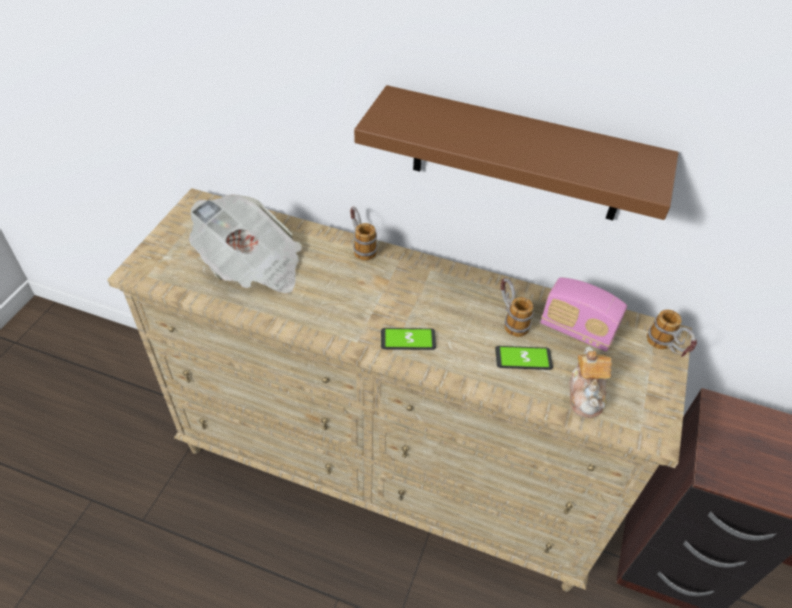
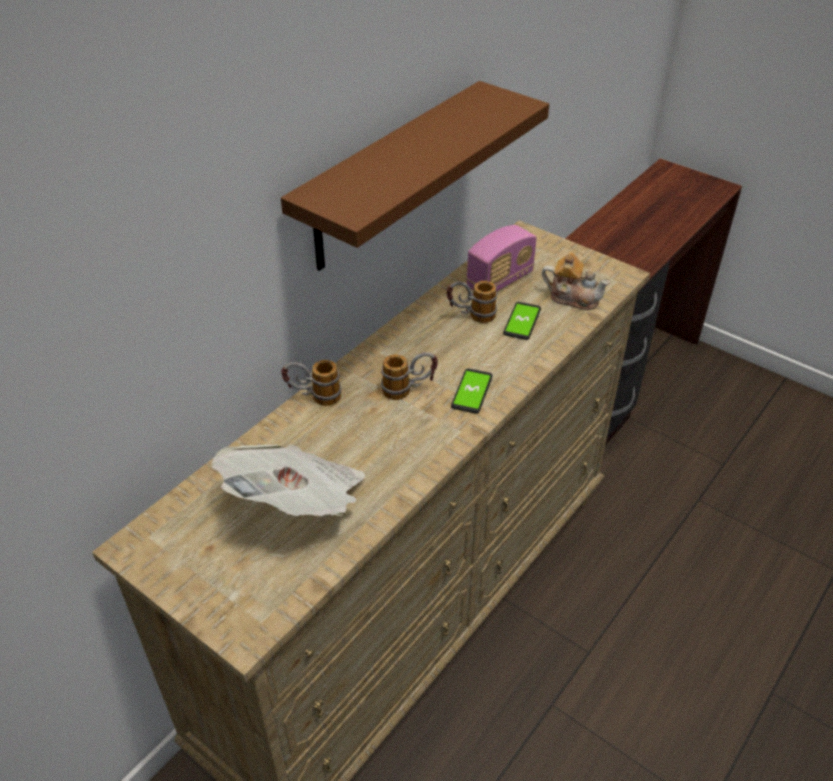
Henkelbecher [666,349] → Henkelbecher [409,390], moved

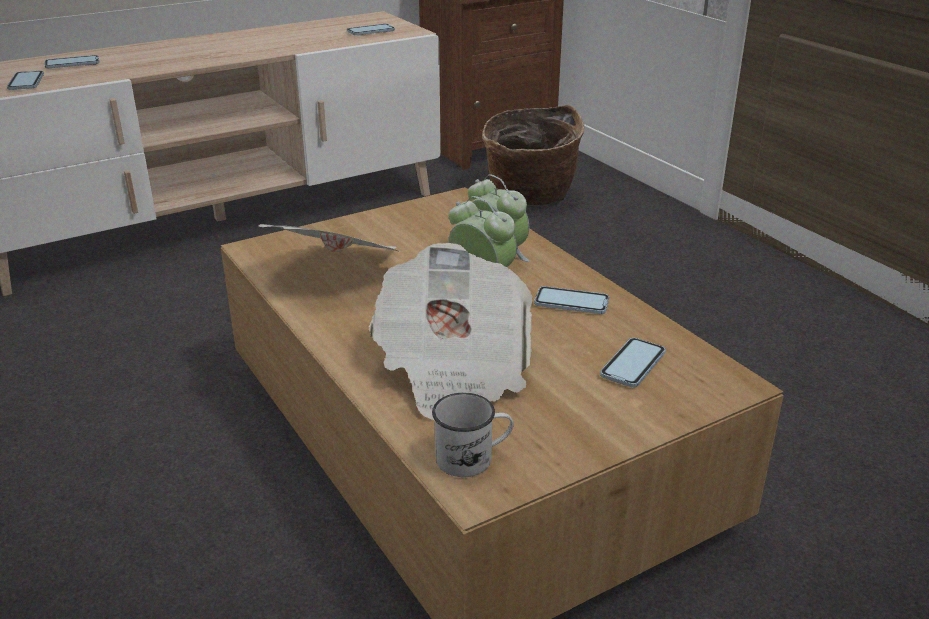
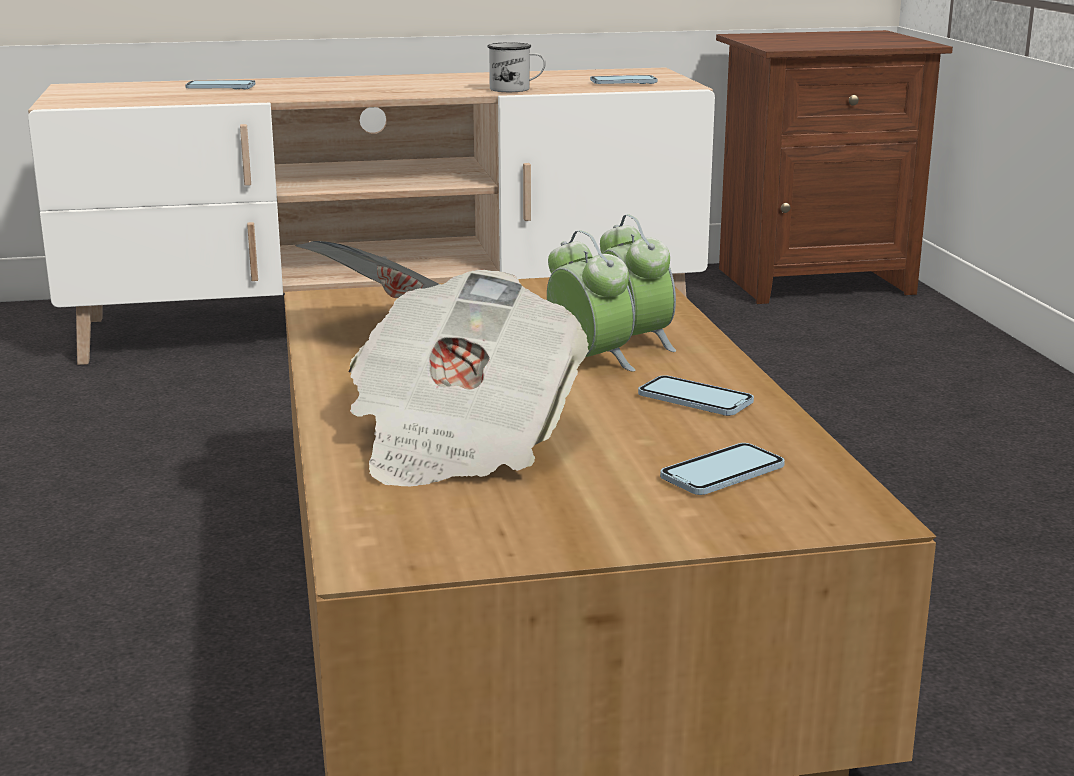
Handy [26,82] → -
Henkelbecher (weiß) [473,458] → Henkelbecher (weiß) [516,89], moved
Korb [529,197] → -

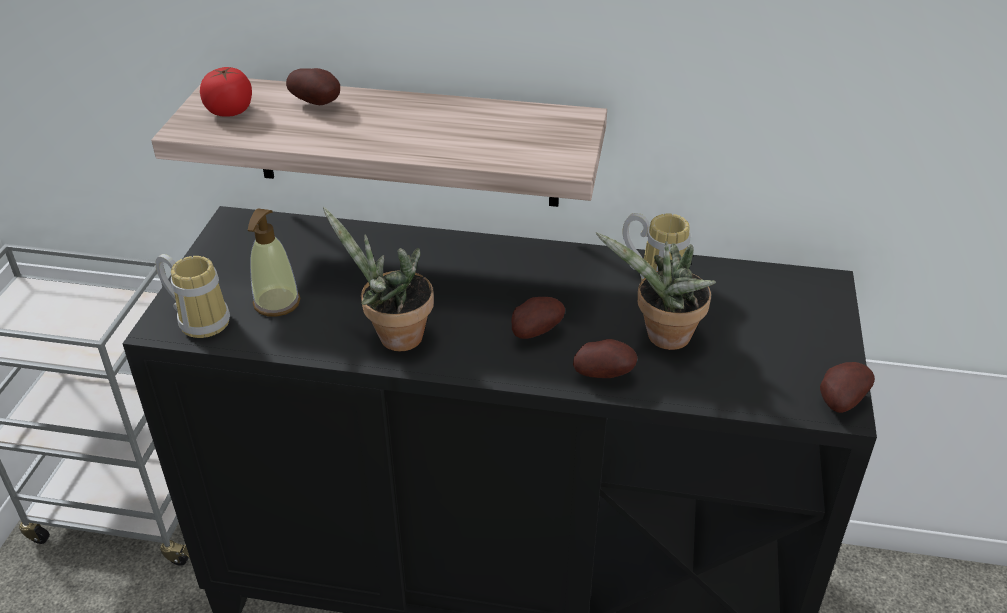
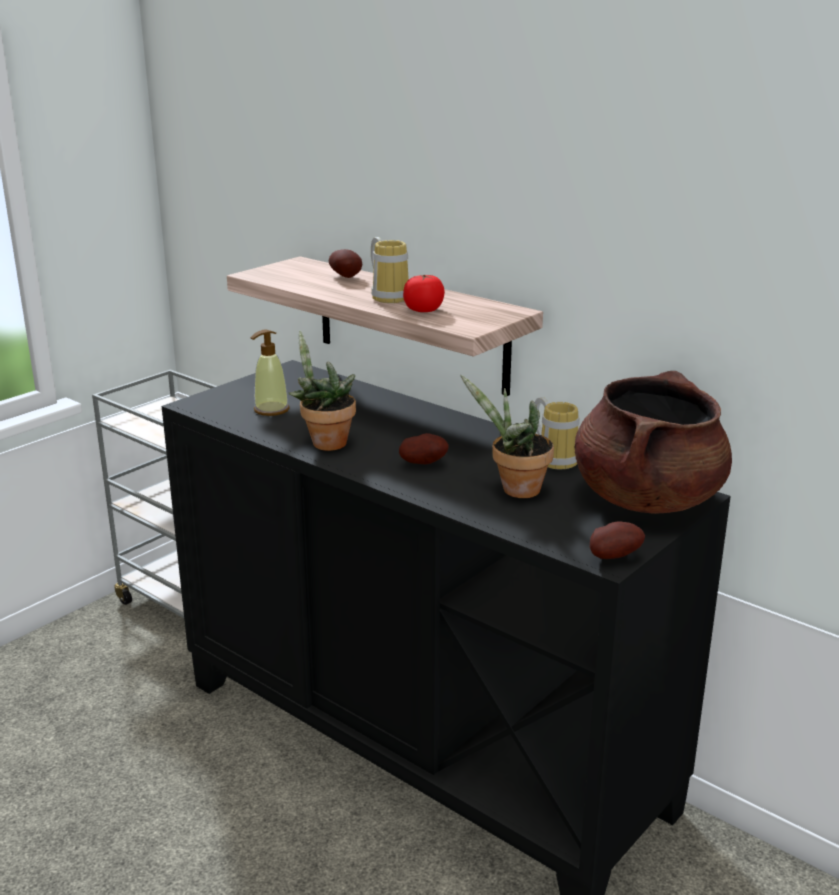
Henkelbecher [201,319] → Henkelbecher [389,296], moved
Tomate [230,111] → Tomate [424,310], moved
Kartoffel [604,373] → -
- → Kochtopf (braun) [647,499]

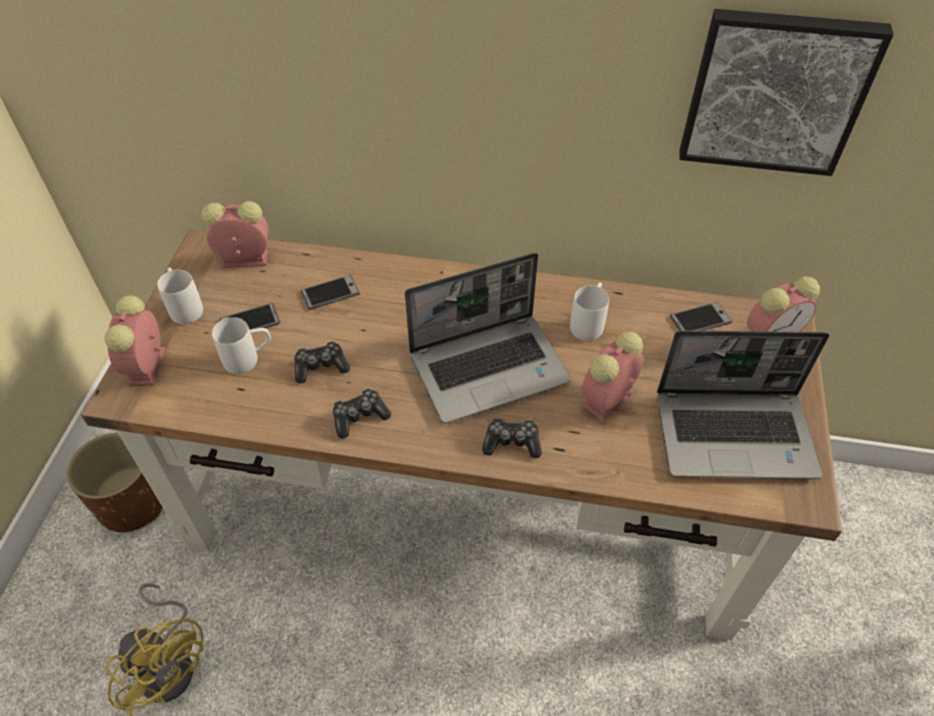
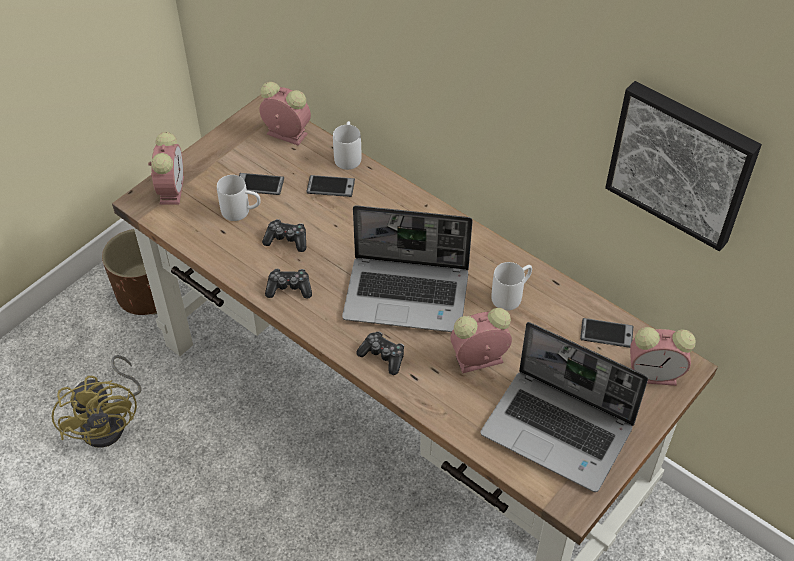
Wecker [147,368] → Wecker [171,189], 150 degrees clockwise
Henkelbecher (weiß) [184,307] → Henkelbecher (weiß) [348,155], moved

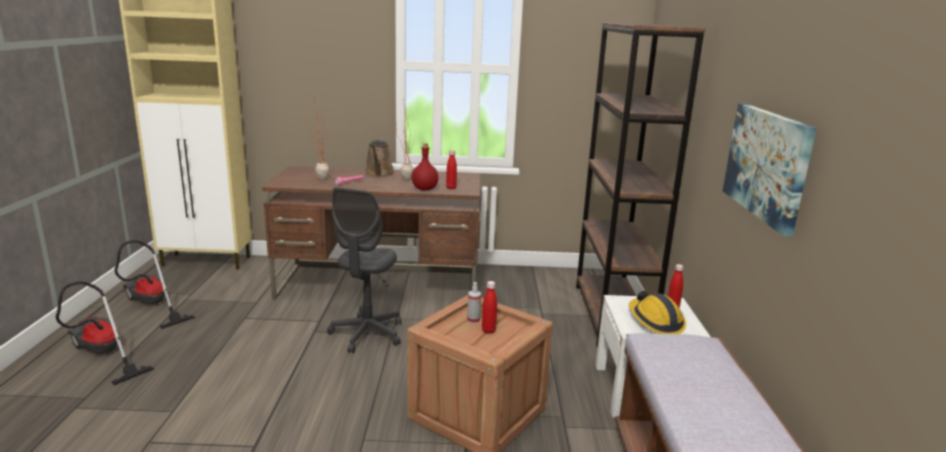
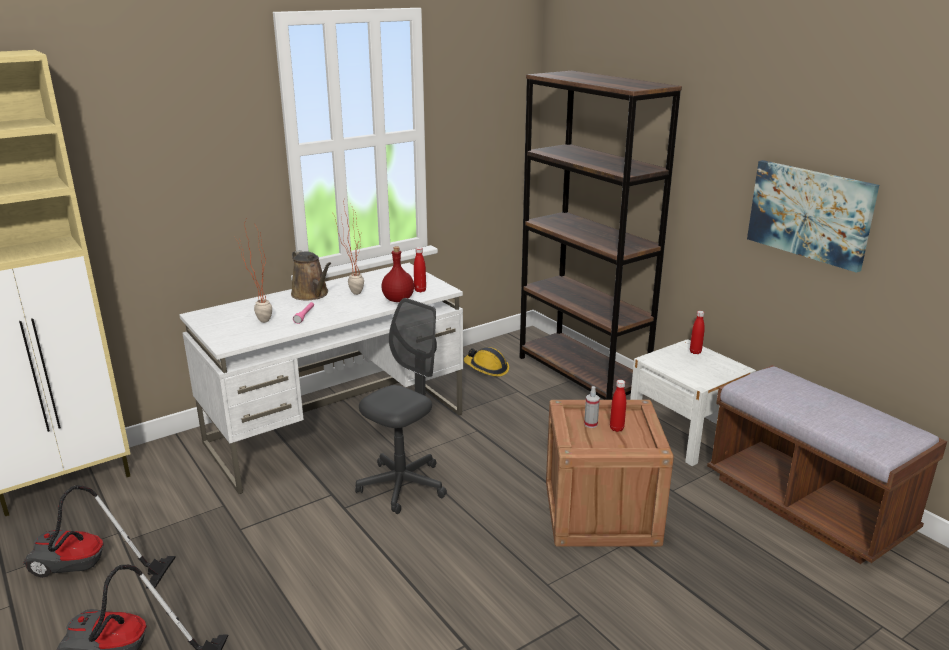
Schreibtisch (braun) [380,286] → Schreibtisch (weiß) [337,428]
Bürostuhl (grau) [367,334] → Bürostuhl (grau) [402,486], 120 degrees counterclockwise
Schutzhelm [655,321] → Schutzhelm [486,368], moved

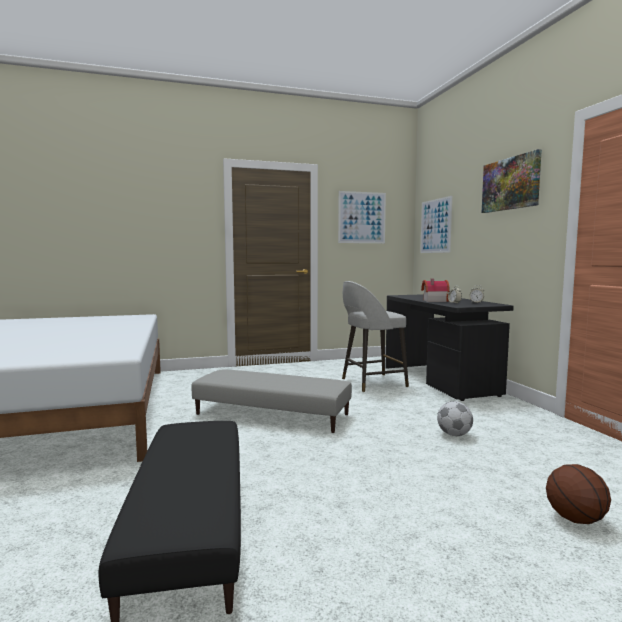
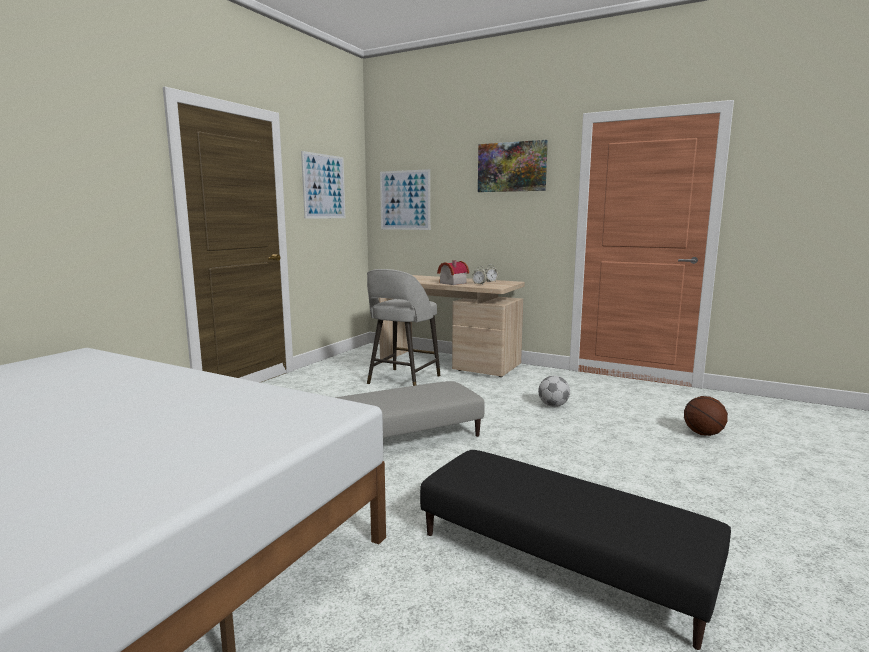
Schreibtisch (schwarz) [440,380] → Schreibtisch (beige) [450,363]

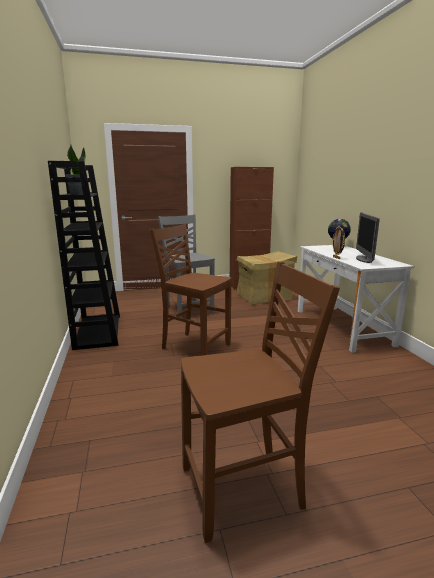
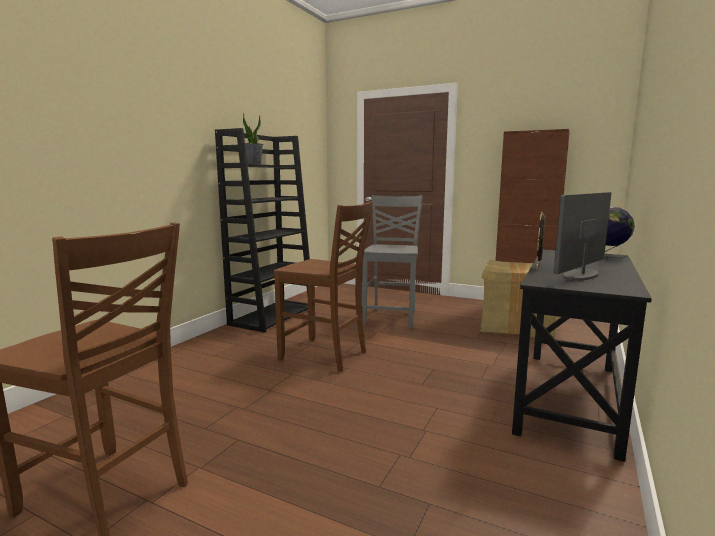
Stuhl (braun) [194,346] → Stuhl (braun) [325,355], 135 degrees clockwise
Schreibtisch (weiß) [342,327] → Schreibtisch (schwarz) [570,398]

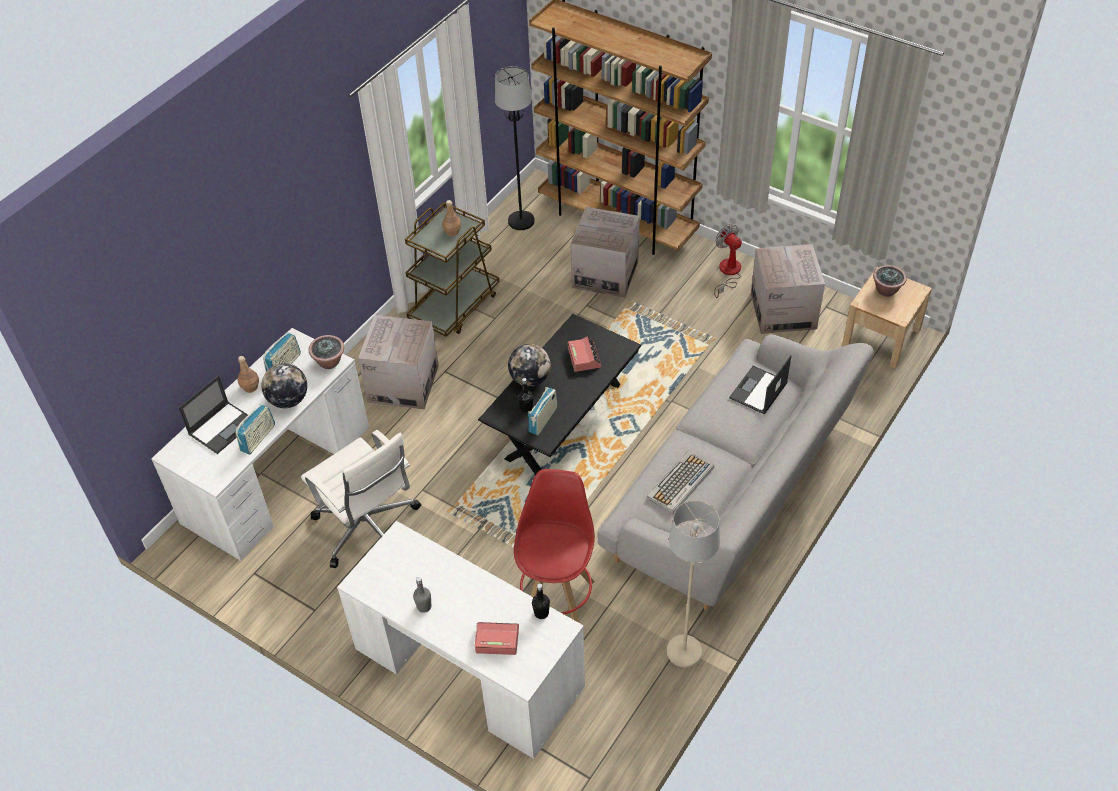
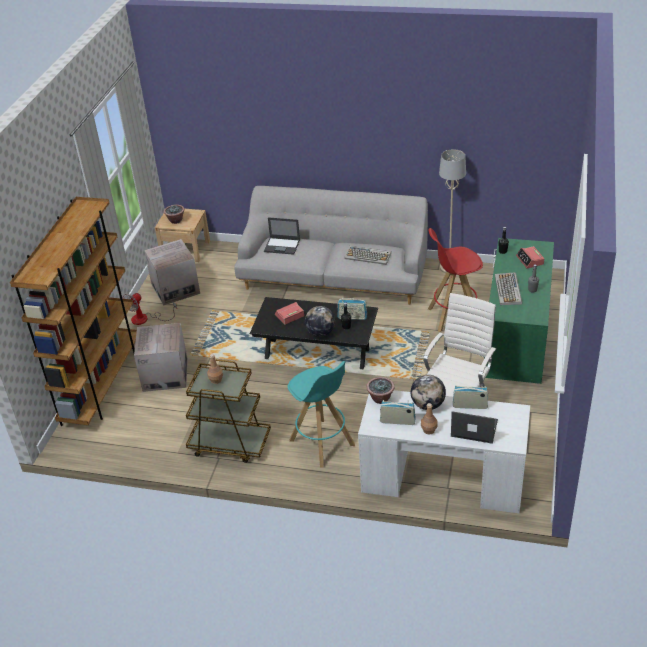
Schreibtisch (weiß) [468,666] → Schreibtisch (grün) [516,336]
Karton [403,384] → Hocker (türkis) [322,443]
Stehlampe (schwarz) [521,221] → -
- → Tastatur [508,290]

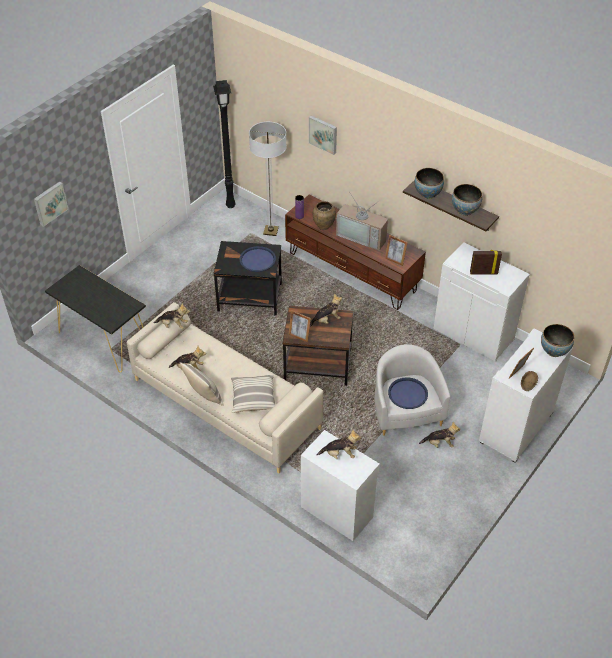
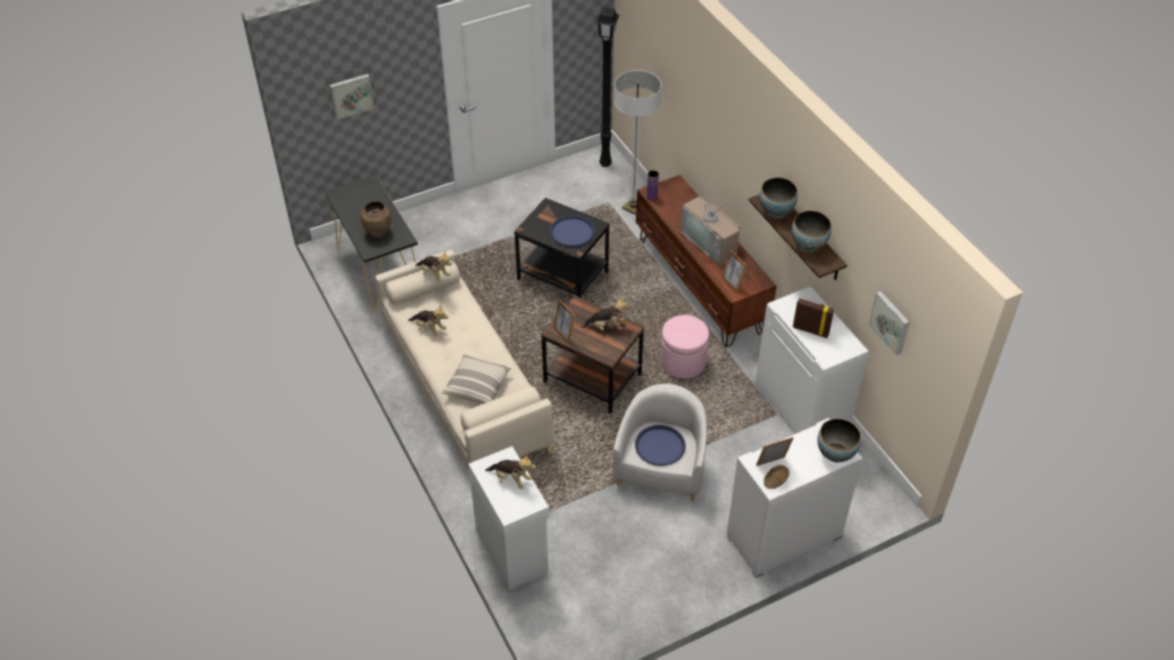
Kissen [204,396] → -
Bild [323,134] → Bild [890,322], moved
Vase (braun) [323,226] → Vase (braun) [378,233], moved
Plüschtier [439,443] → -
- → Polsterhocker (rosa) [683,362]

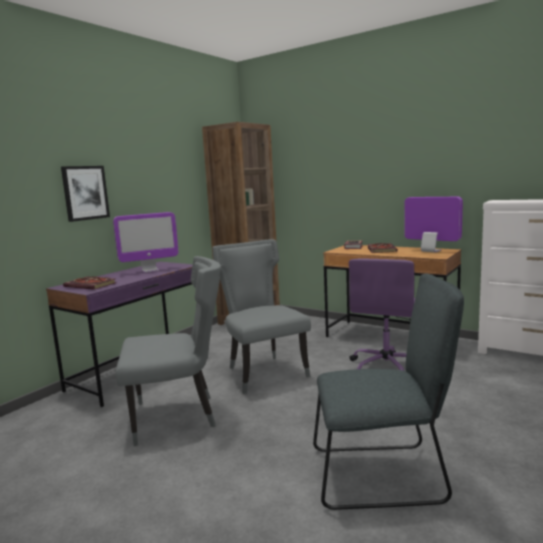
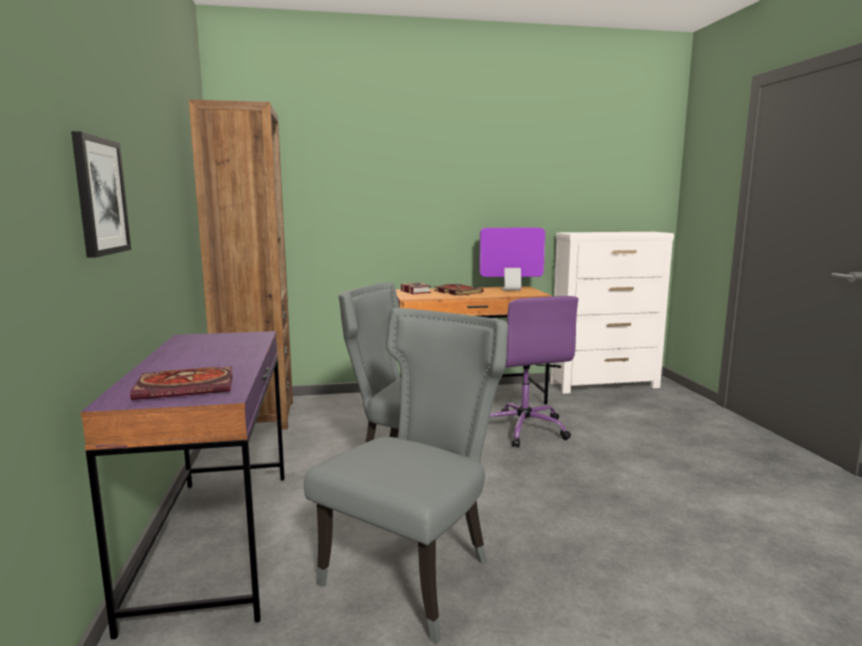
Monitor [150,270] → -
Stuhl (grau) [383,475] → -

